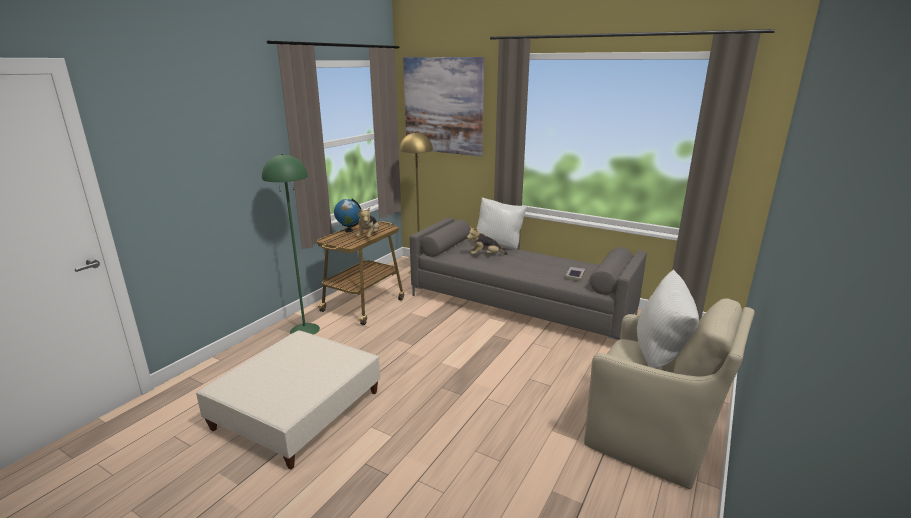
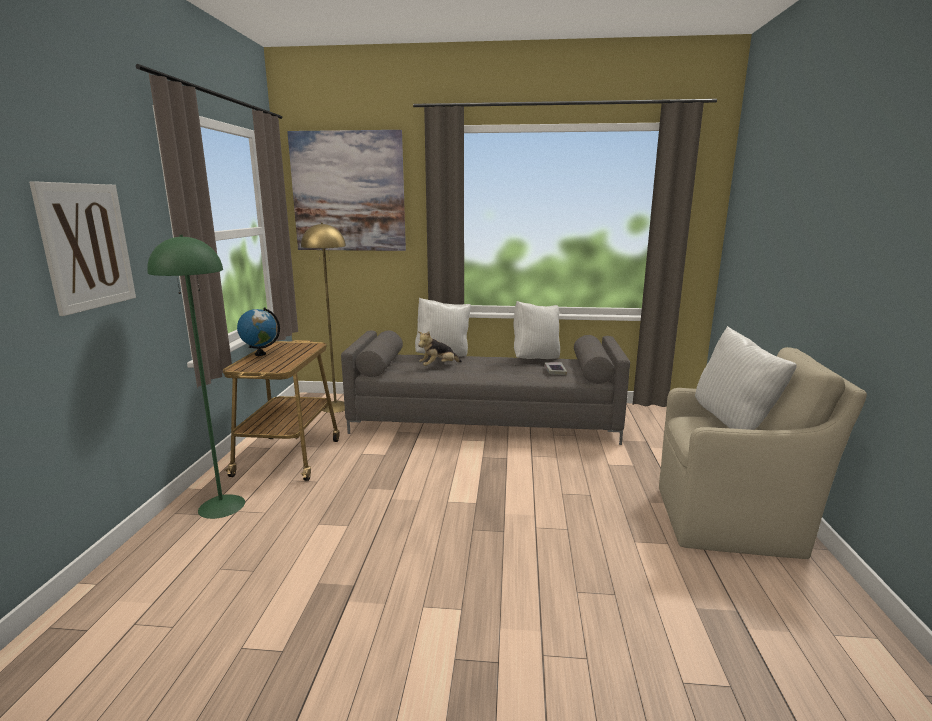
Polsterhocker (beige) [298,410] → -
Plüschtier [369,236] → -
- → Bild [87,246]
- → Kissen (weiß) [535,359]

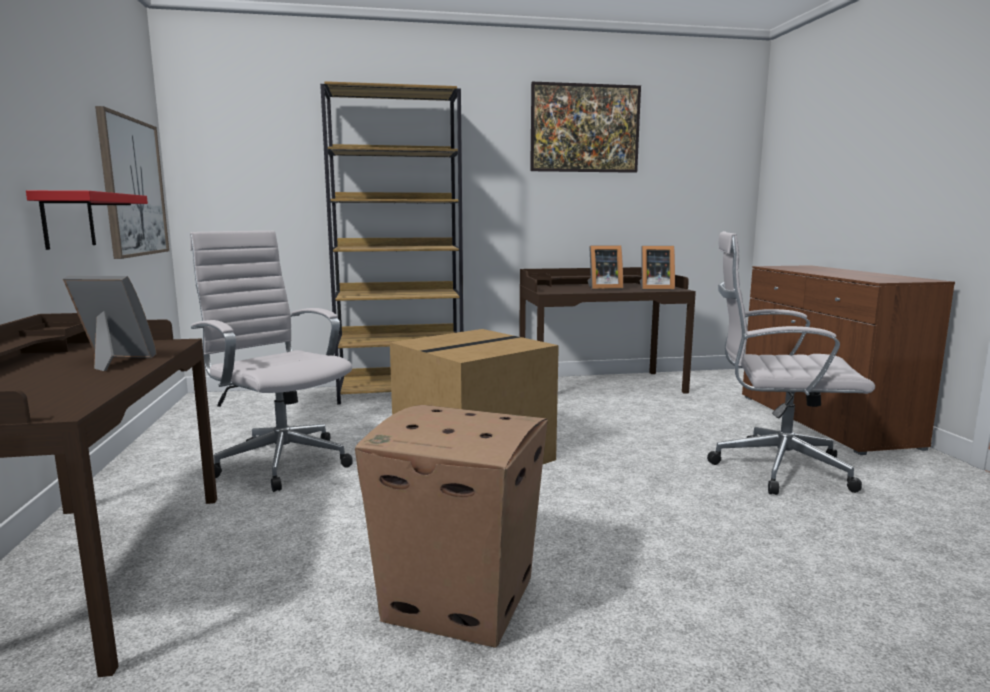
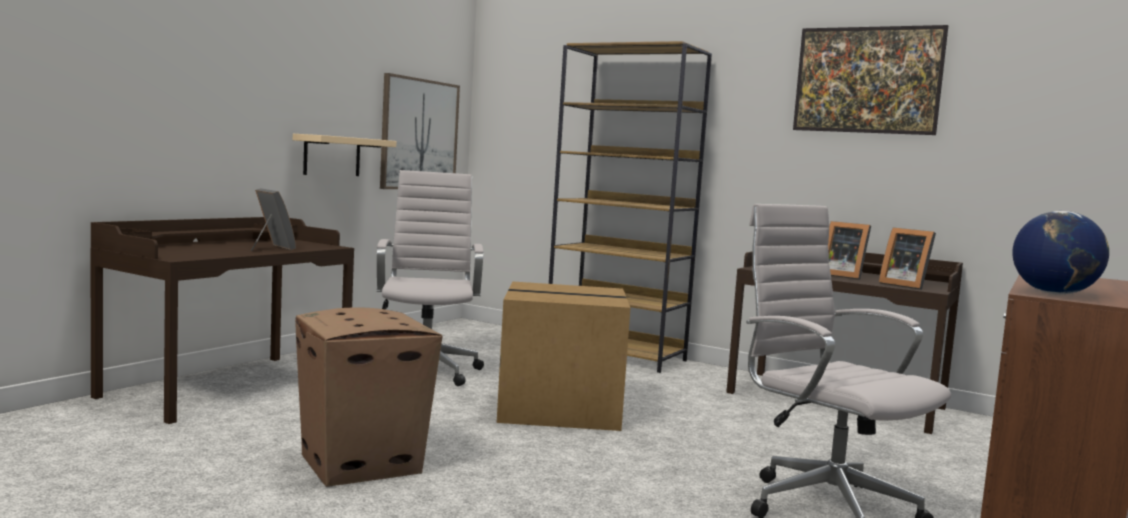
Wandregal (rot) [68,220] → Wandregal (beige) [332,156]
- → Globus [1054,293]

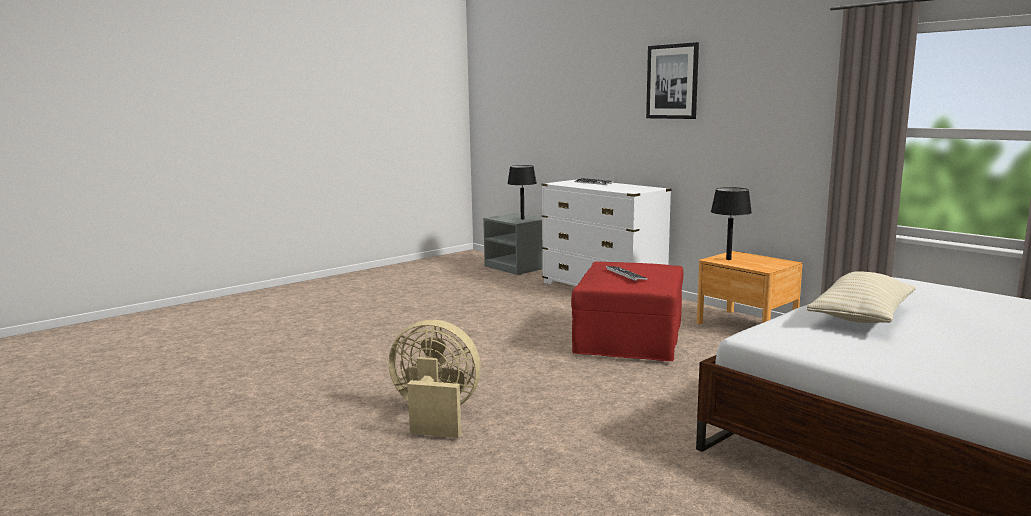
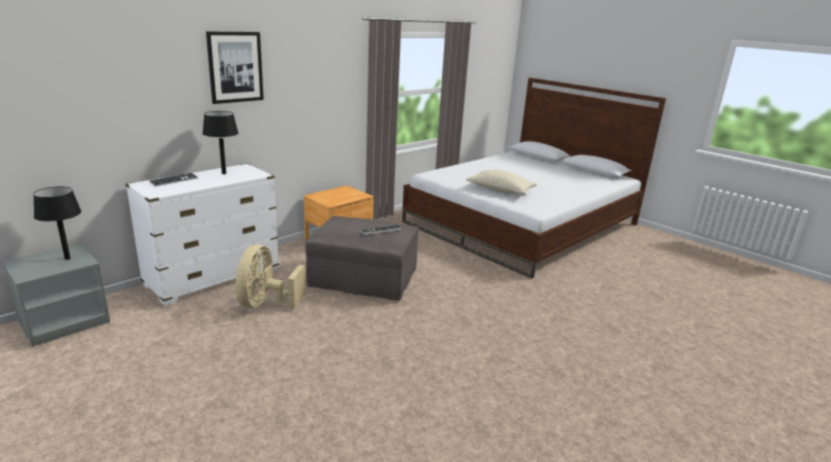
Ventilator (beige) [435,415] → Ventilator (beige) [265,303], moved
Polsterhocker (rot) [628,339] → Polsterhocker (grau) [363,279]
Tischlampe (schwarz) [728,259] → Tischlampe (schwarz) [224,173], moved

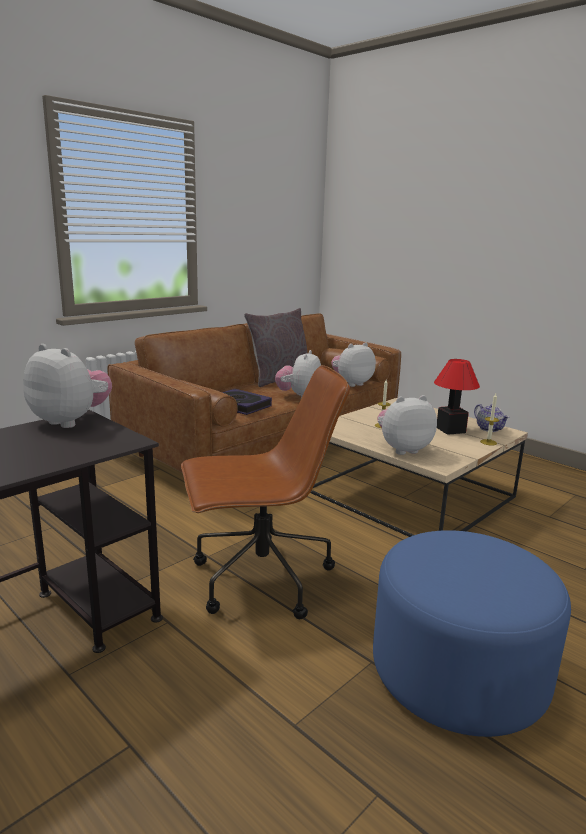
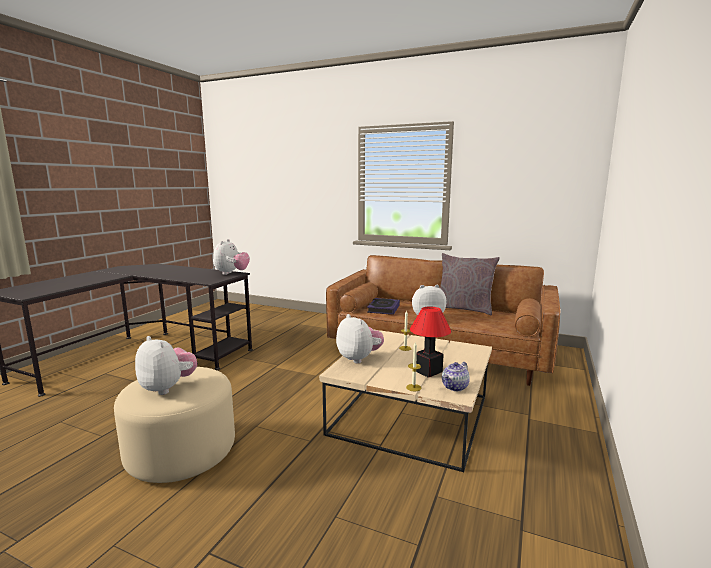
Bürostuhl (braun) [259,579] → -
Plüschtier [351,384] → Plüschtier [168,388], moved
Polsterhocker (blau) [458,673] → Polsterhocker (beige) [181,452]

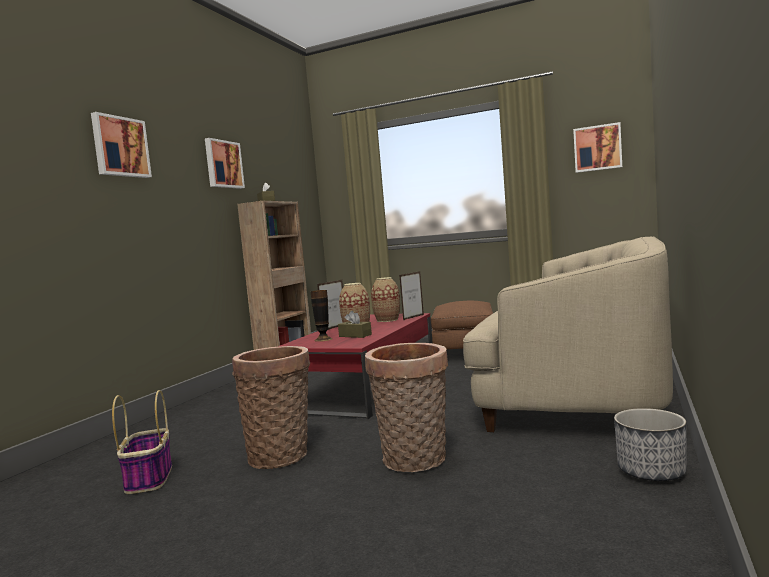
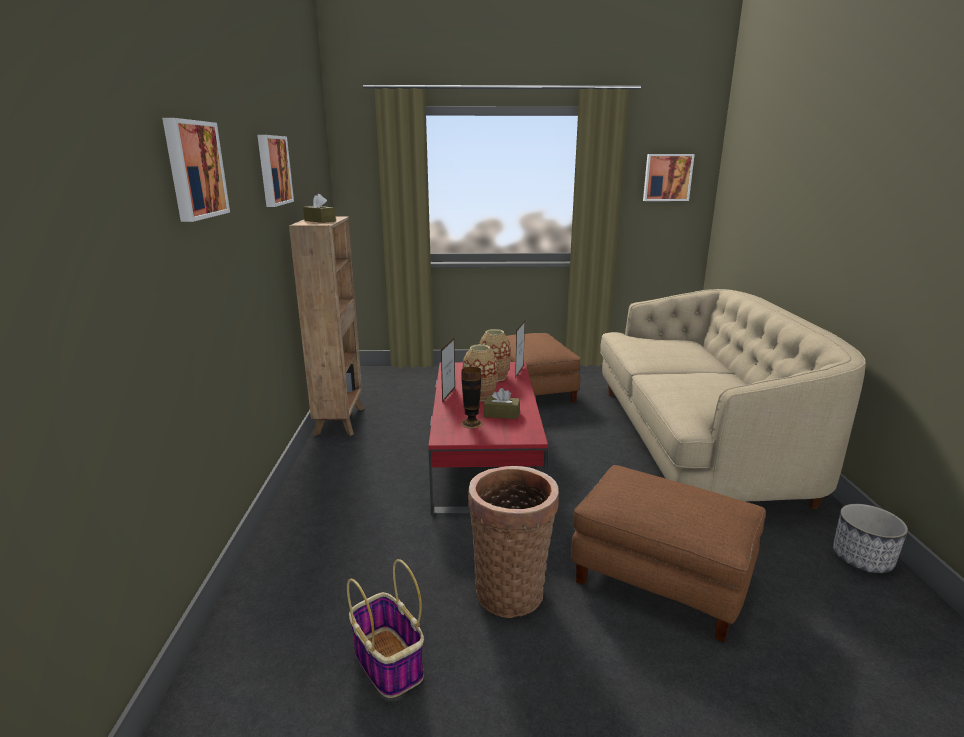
Korb [414,461] → Polsterhocker (braun) [662,577]

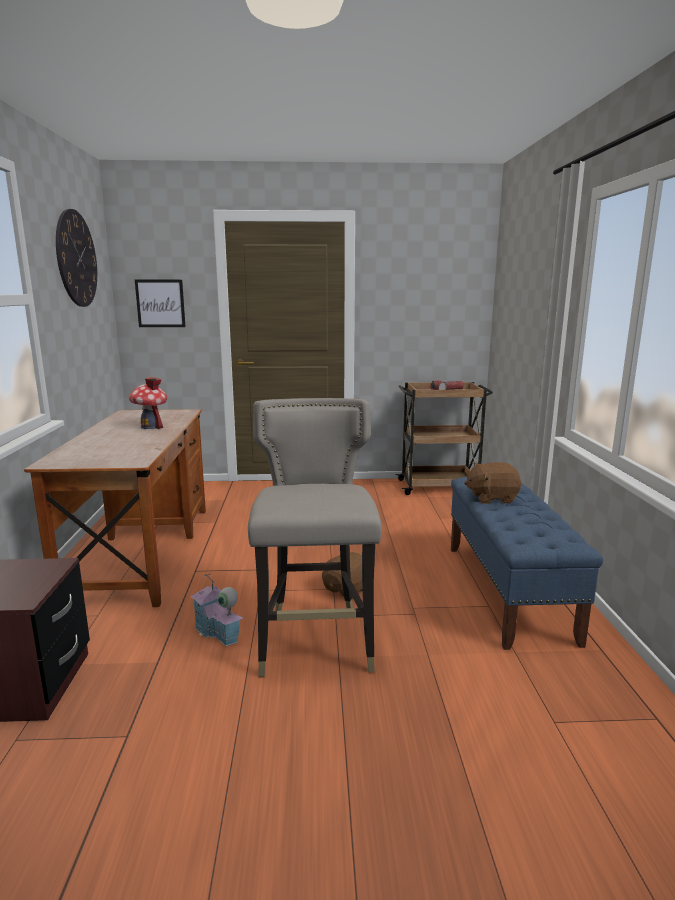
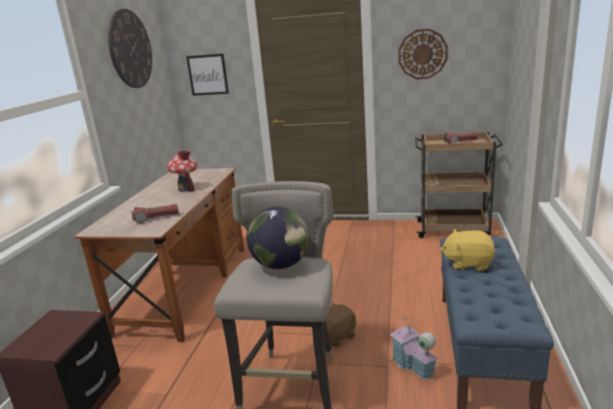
Spielzeughaus [217,633] → Spielzeughaus [413,366], moved
Plüschtier (braun) [492,498] → Plüschtier (gelb) [468,263]
- → Taschenlampe [156,218]
- → Globus [281,265]
- → Wanduhr [422,54]

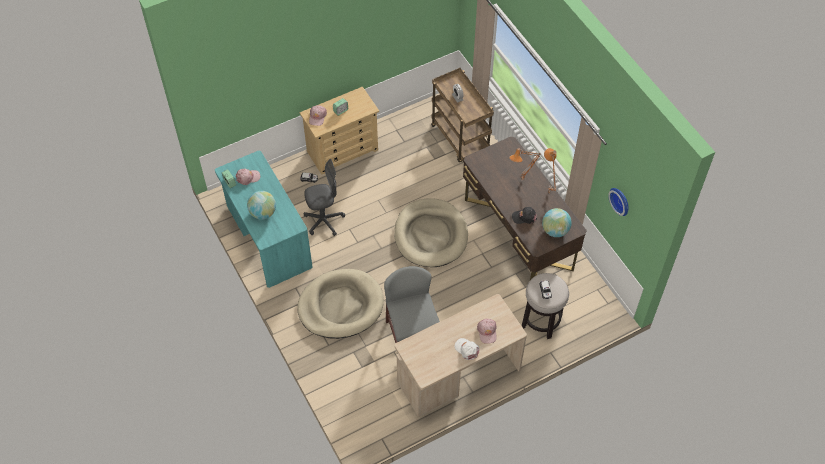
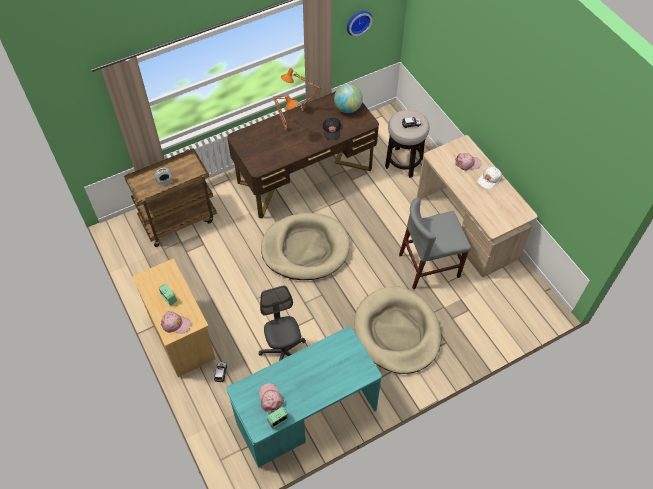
Globus [263,213] → -

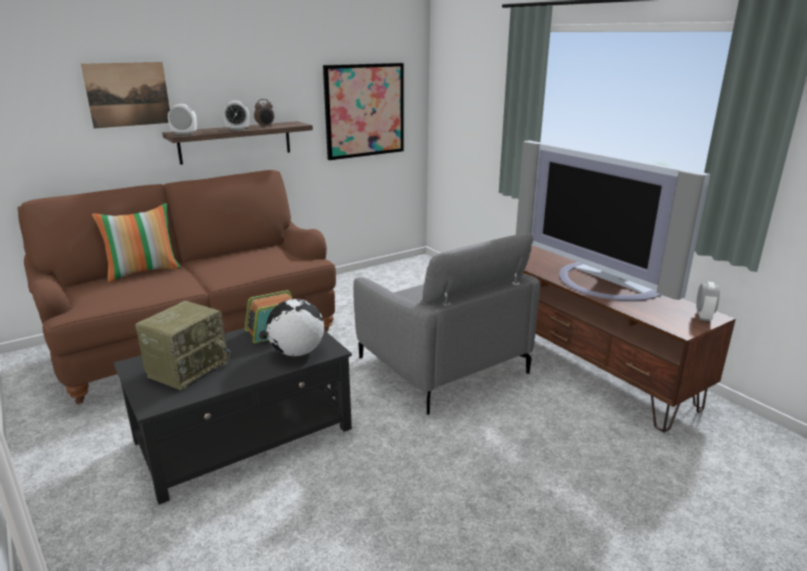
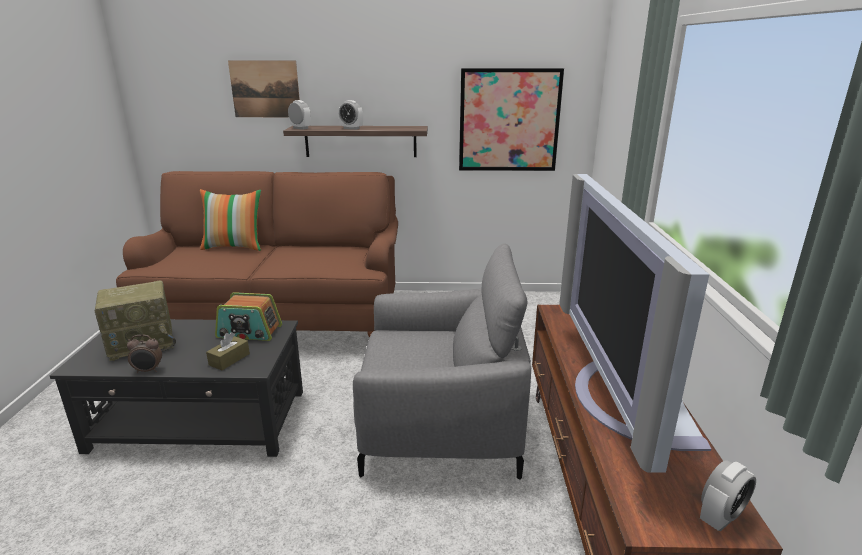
Wecker [265,126] → Wecker [148,370], moved
Globus [297,352] → Taschentuchbox (braun) [229,359]
Sessel (grau) [441,365] → Sessel (grau) [439,425], 90 degrees counterclockwise

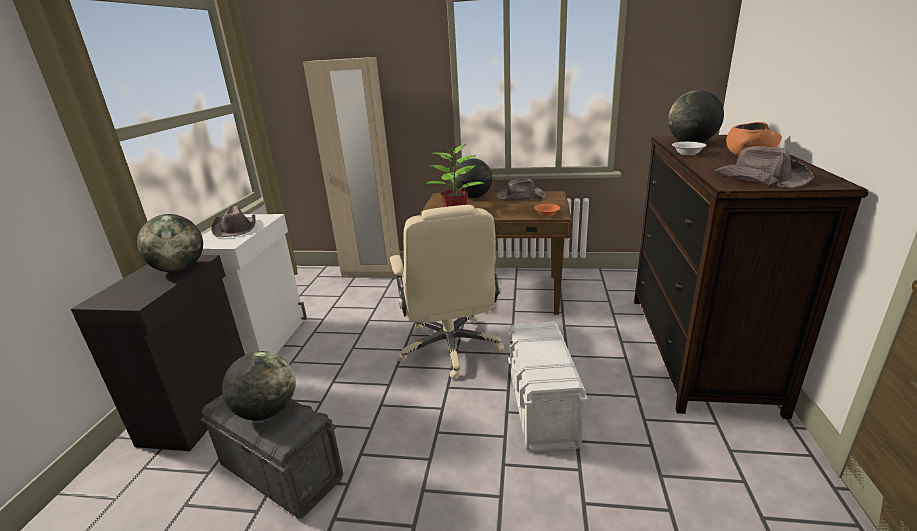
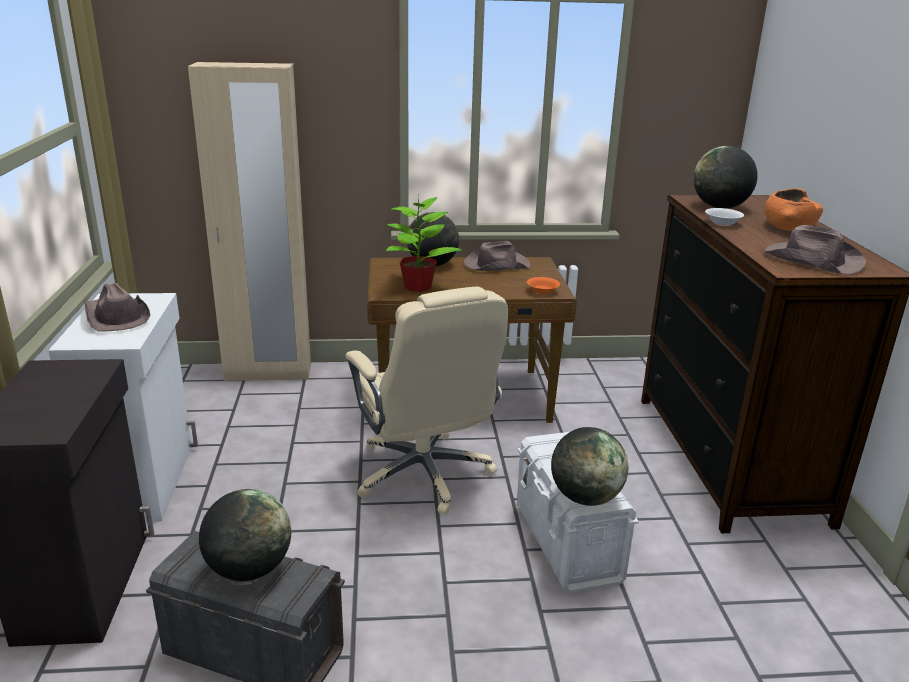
Globus [179,269] → Globus [585,498], moved

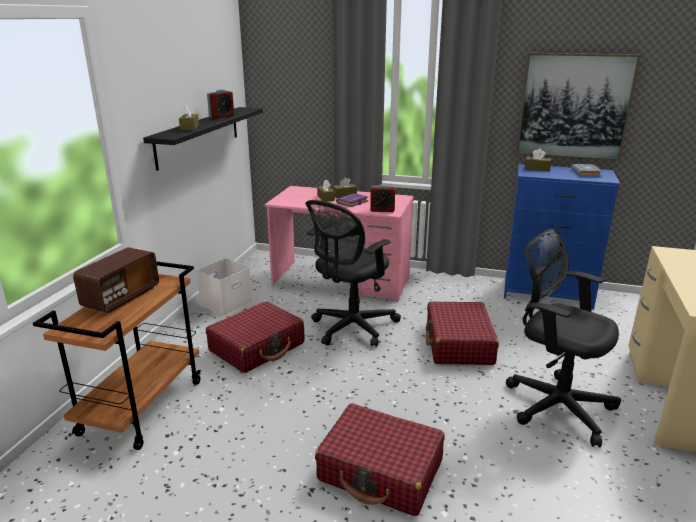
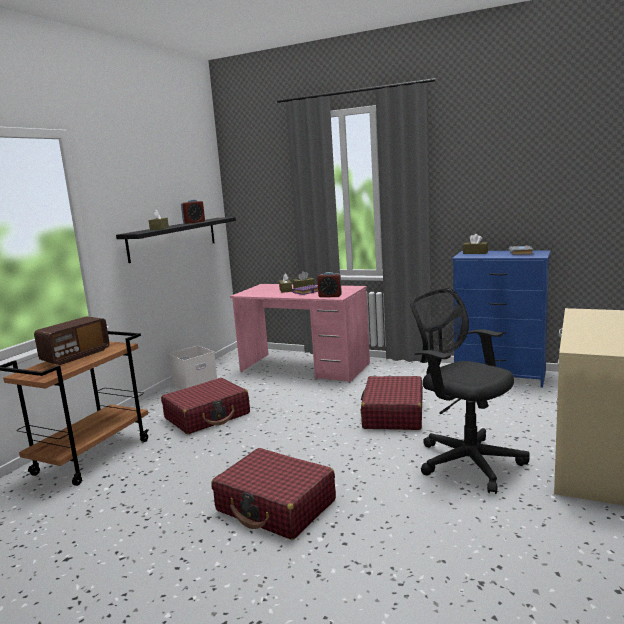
Bürostuhl (schwarz) [351,328] → -
Bild [574,107] → -

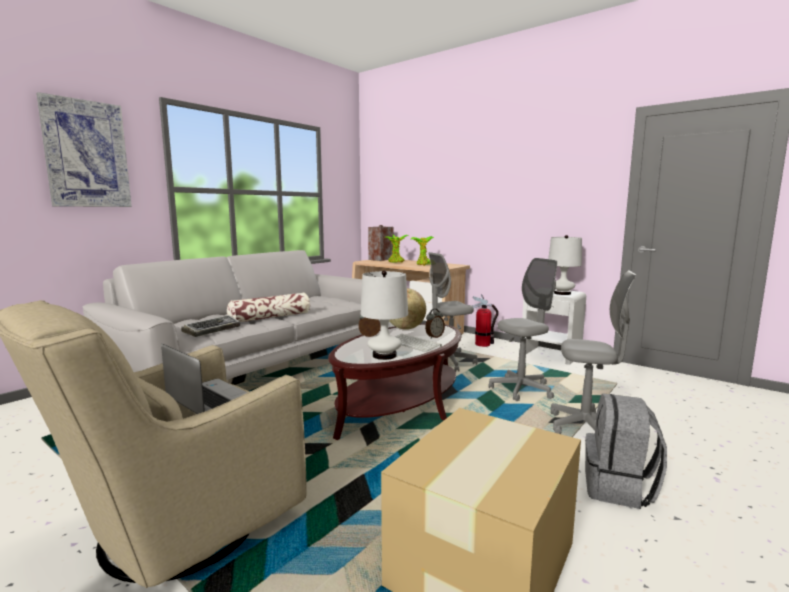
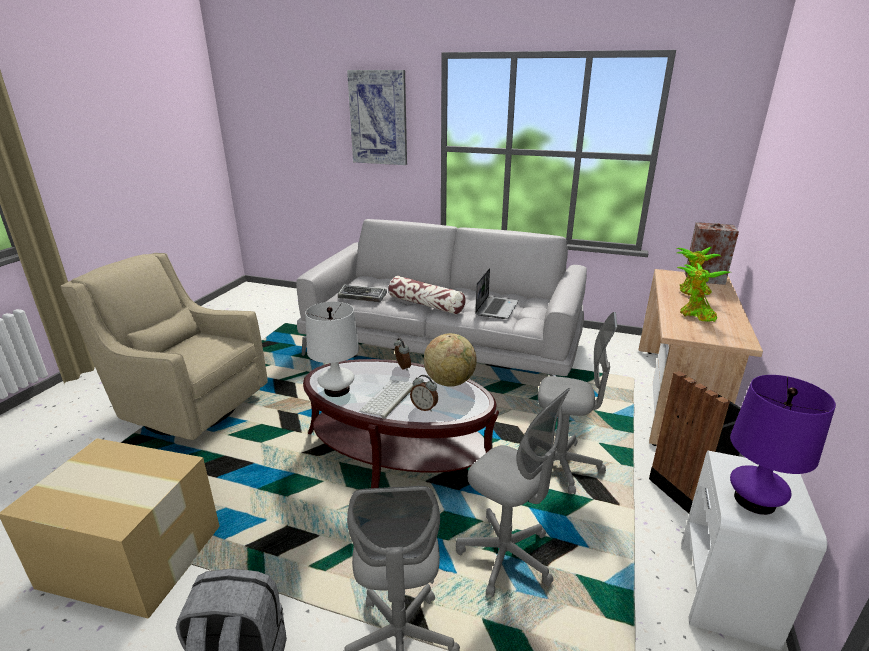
Laptop [209,400] → Laptop [496,308], moved
Bürostuhl (grau) [449,363] → Bürostuhl (grau) [561,465], 150 degrees clockwise
Feuerlöscher [482,344] → Mülleimer (schwarz) [689,488]
Tischlampe (weiß) [562,293] → Tischlampe (lila) [754,501]

